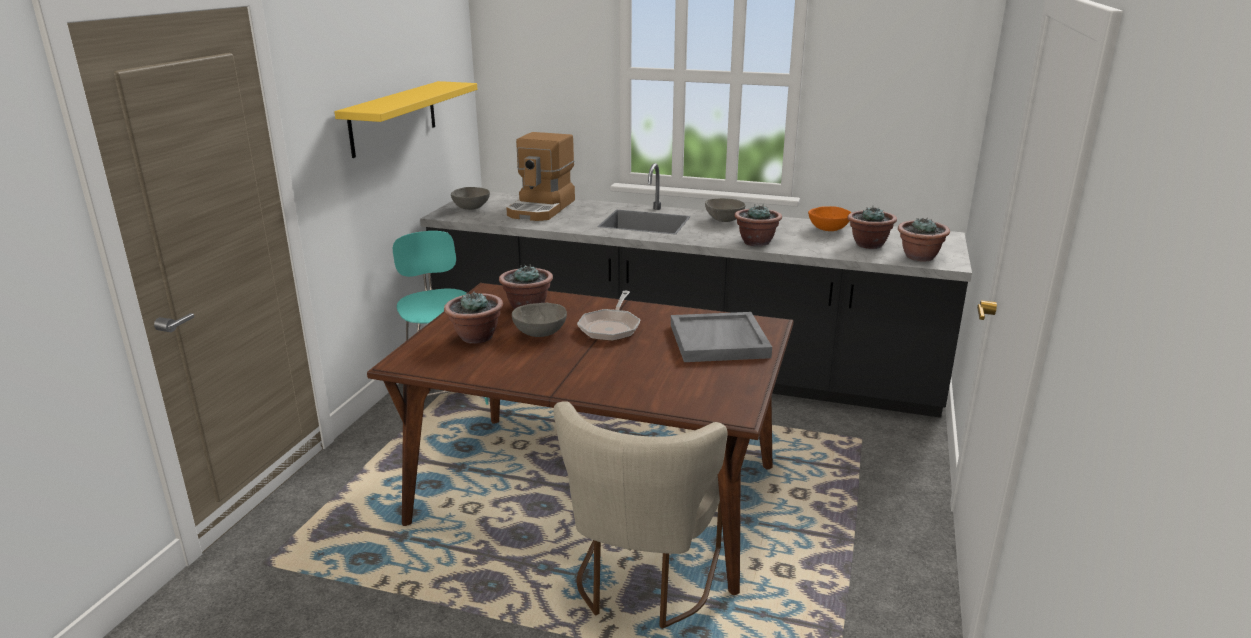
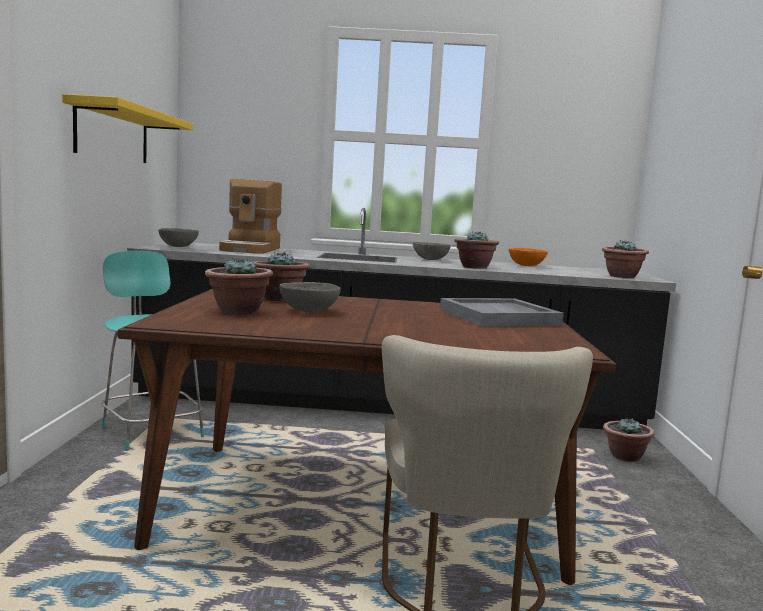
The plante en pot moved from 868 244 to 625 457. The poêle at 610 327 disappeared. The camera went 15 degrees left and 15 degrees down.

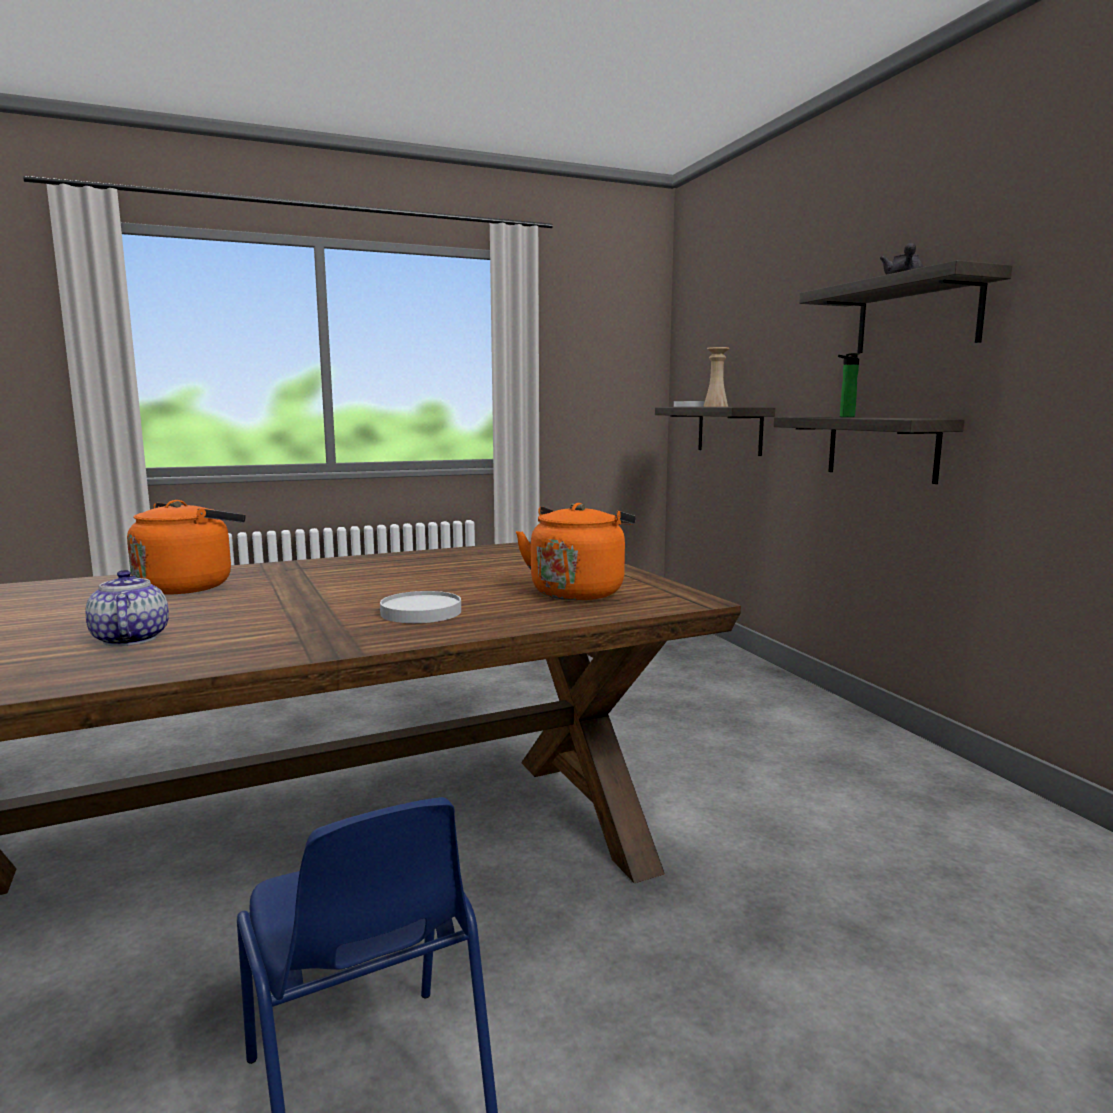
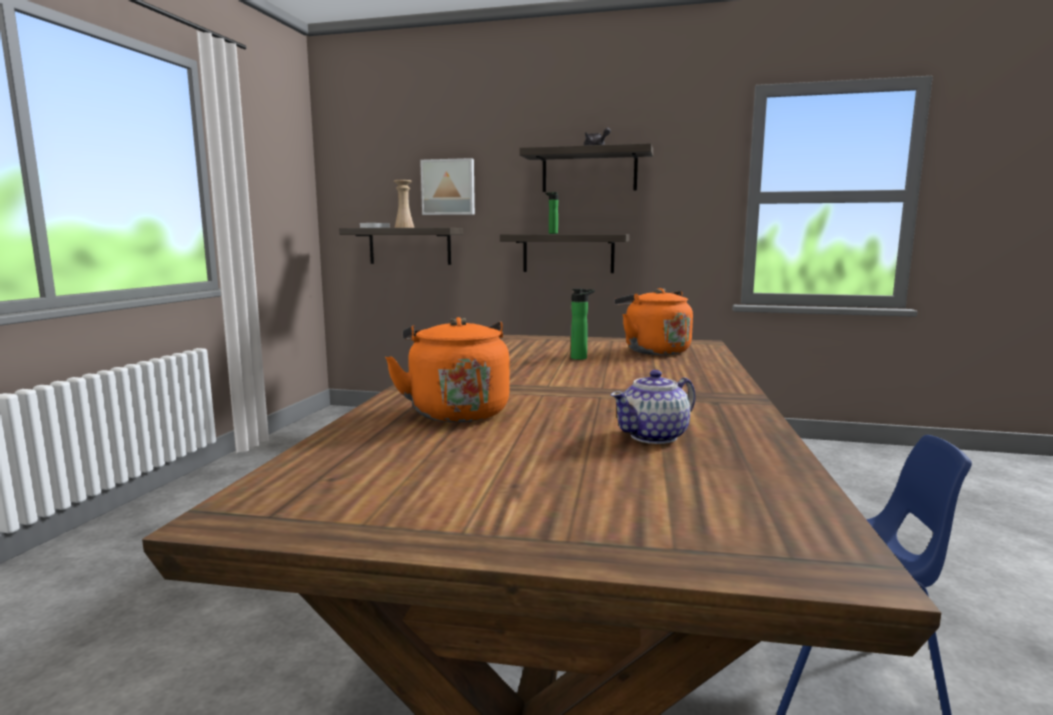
The théière at 129 639 turned 45 degrees counterclockwise. The assiette/blanc at 421 612 disappeared. The tableau at 448 187 appeared. The bouteille at 581 358 appeared. The camera went 55 degrees left and 0 degrees up.

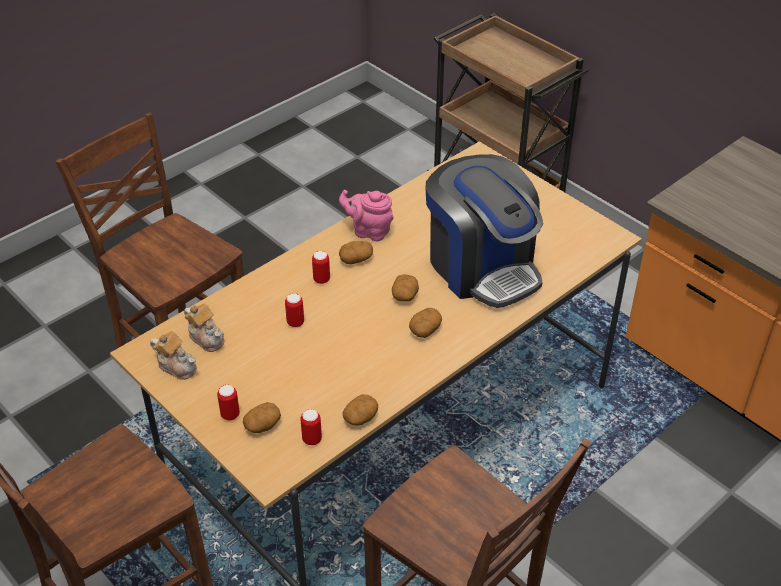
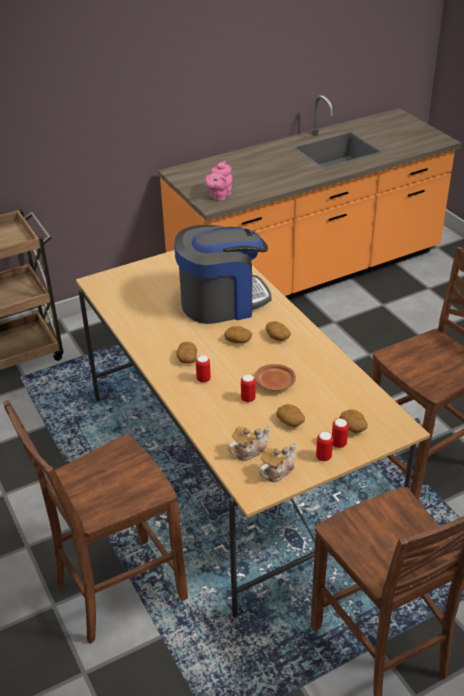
The théière/rose moved from 369 231 to 219 196. The pomme de terre moved from 360 417 to 291 421. The boîte métallique moved from 312 439 to 323 457. The assiette/marron at 275 383 appeared. The camera went 75 degrees left and 5 degrees down.

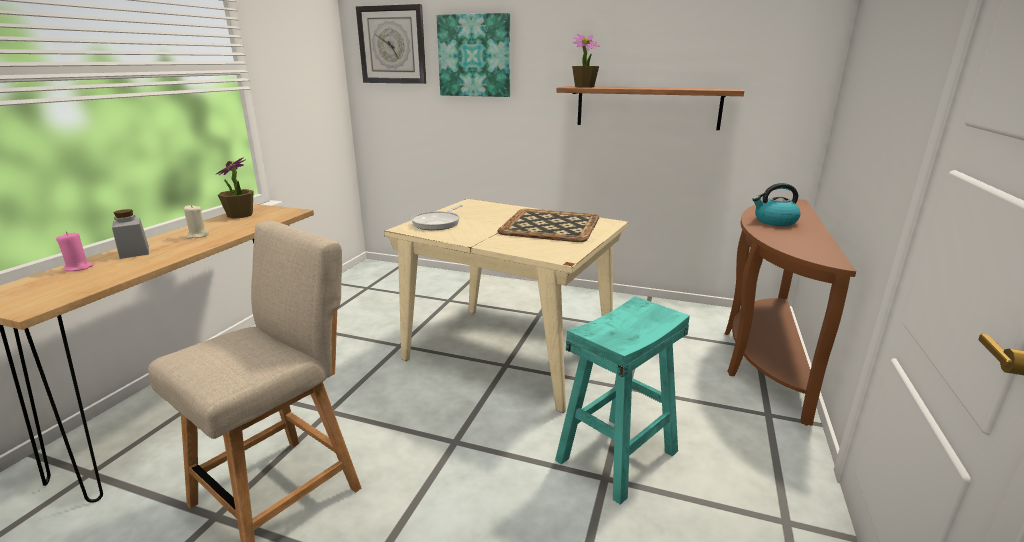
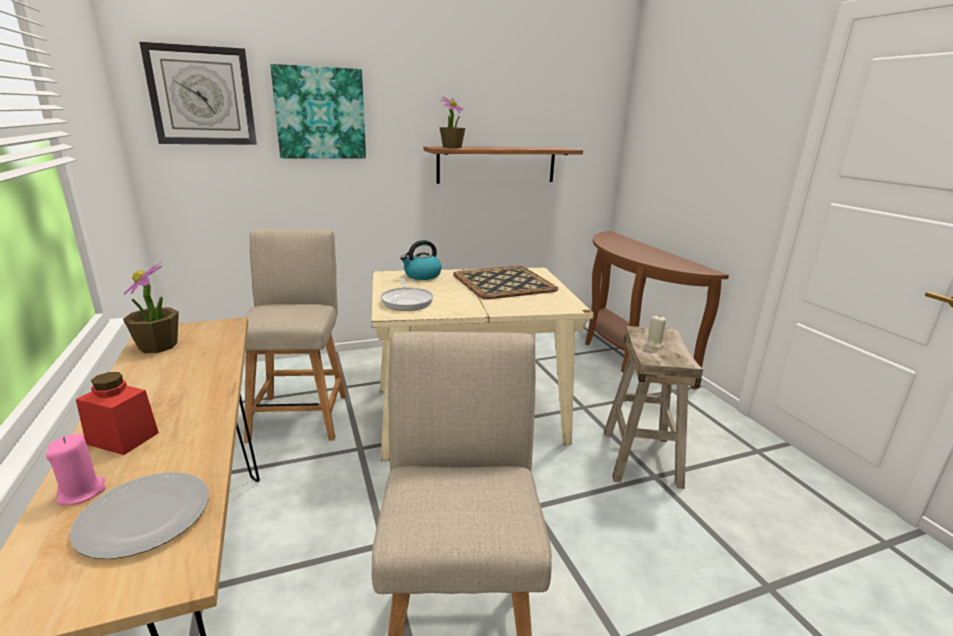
The bouilloire moved from 774 221 to 422 275. The bougie/beige moved from 198 235 to 654 344. The bocal/gris at 134 252 became the bocal/rouge at 123 438. The tabouret/turquoise at 617 456 became the tabouret/beige at 641 458. The chaise/beige at 301 414 appeared. The assiette at 144 518 appeared. The camera went 40 degrees left and 0 degrees up.

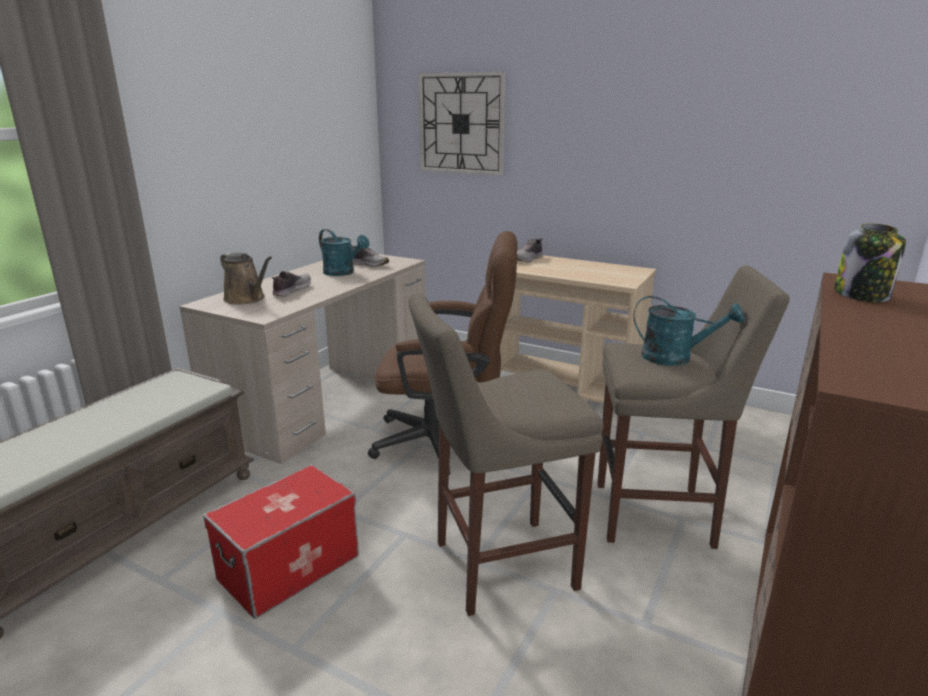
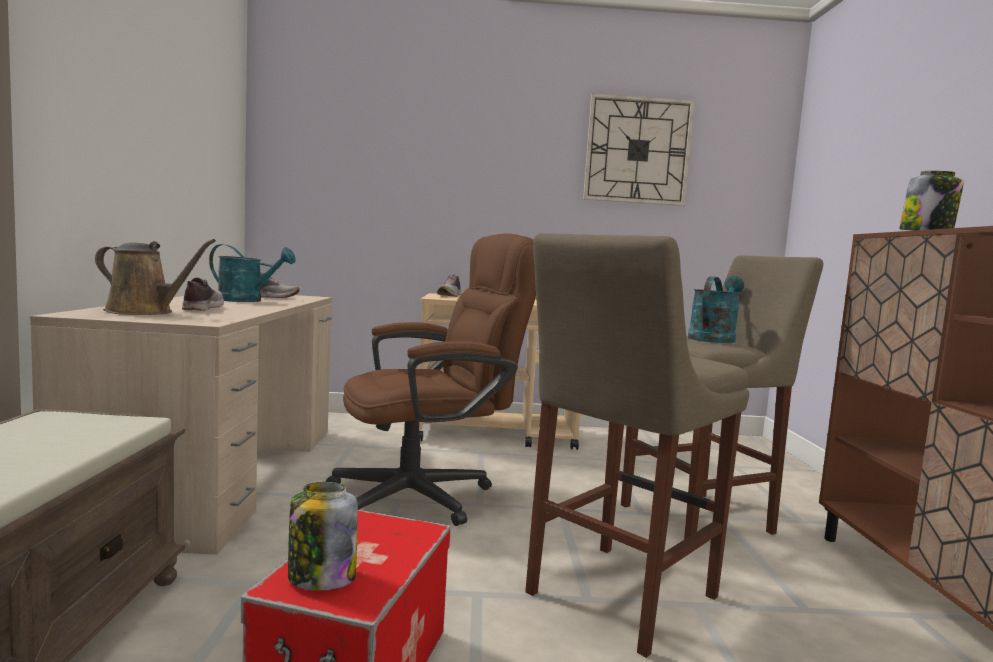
The horloge murale moved from 461 123 to 637 150. The arrosoir/turquoise at 675 358 turned 45 degrees counterclockwise. The bocal at 320 577 appeared. The camera went 30 degrees left and 15 degrees down.

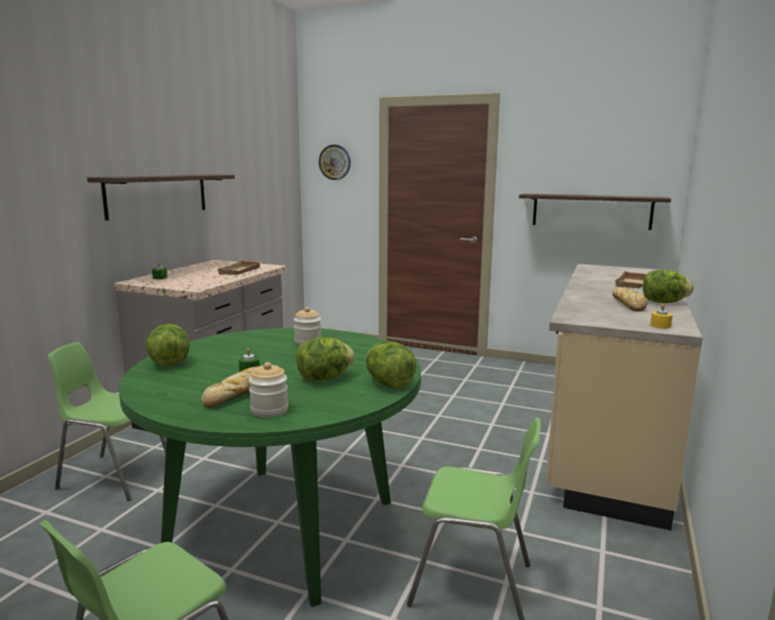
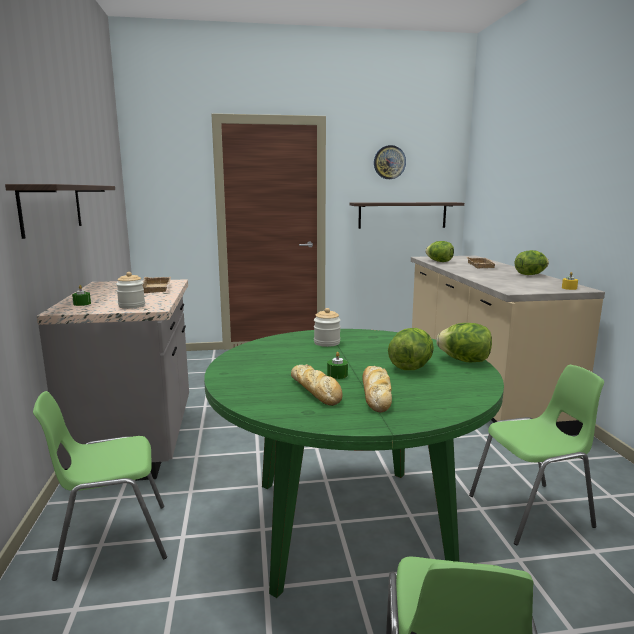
The horloge murale moved from 335 162 to 389 162. The pain moved from 628 304 to 316 391. The laitue moved from 169 363 to 439 261. The bocal moved from 269 410 to 131 306. The camera went 30 degrees left and 0 degrees up.

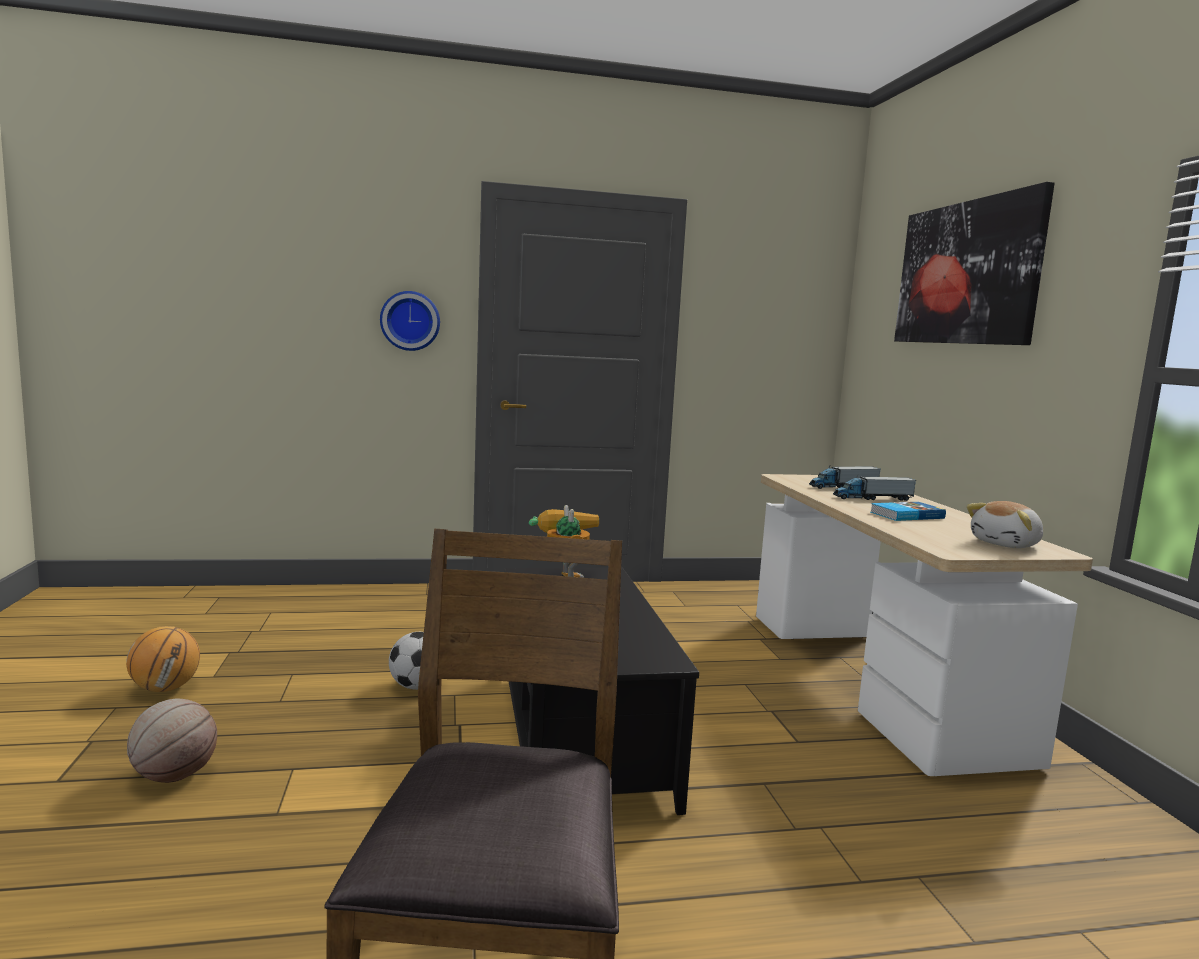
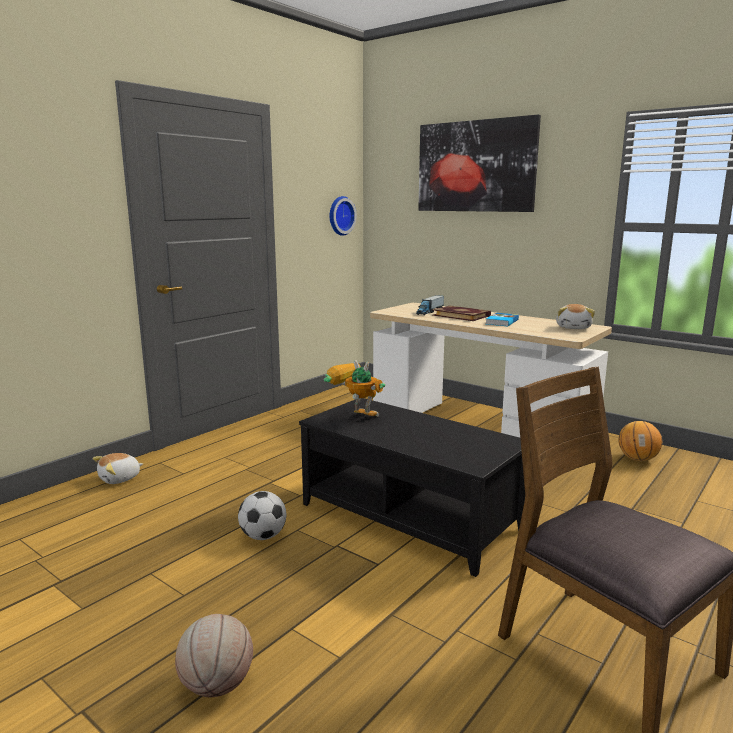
The horloge murale moved from 410 321 to 340 215. The camion jouet at 873 498 was replaced by the livre at 461 315. The ballon de basket moved from 166 688 to 637 459. The peluche at 120 479 appeared. The camera went 40 degrees left and 5 degrees up.

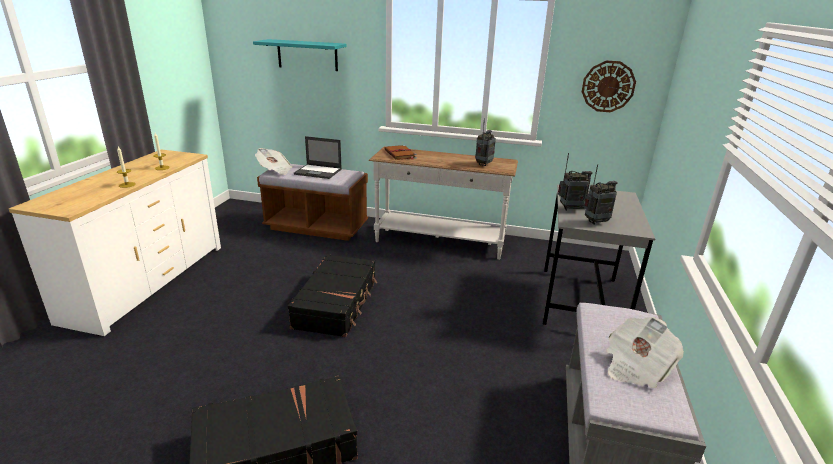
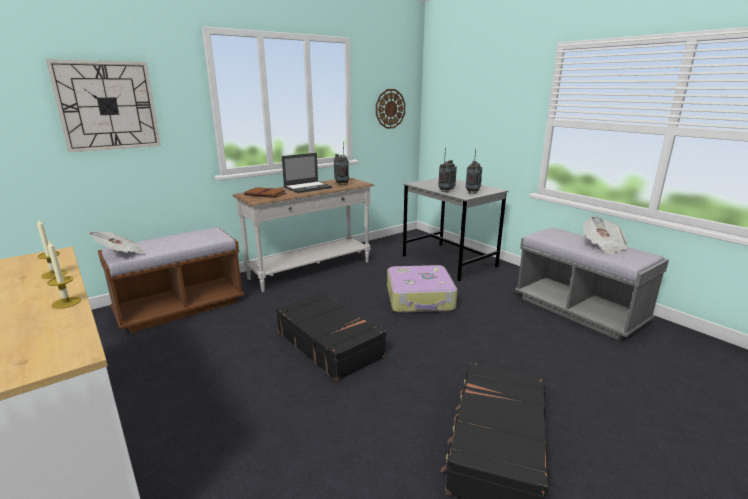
The étagère/turquoise at 307 55 was replaced by the horloge murale at 107 106. The ordinateur portable moved from 318 172 to 308 187. The valise at 420 298 appeared. The camera went 50 degrees left and 5 degrees down.

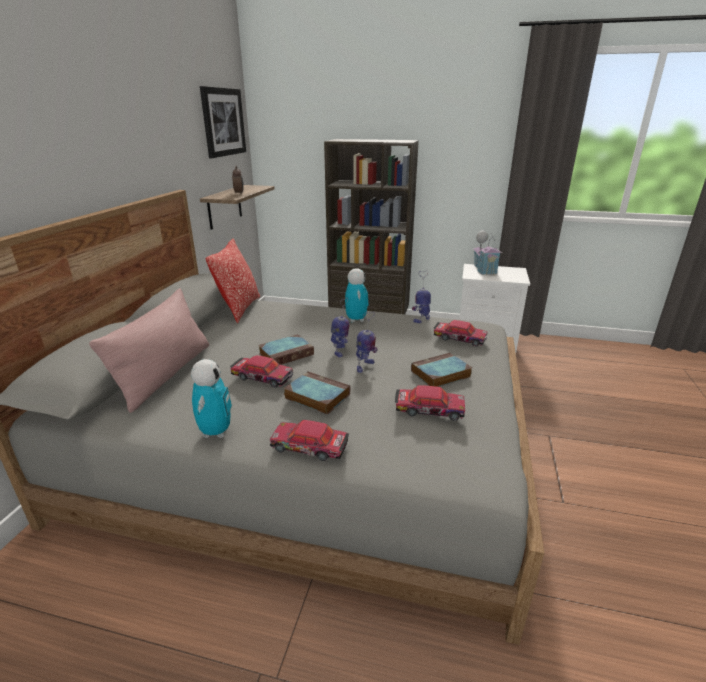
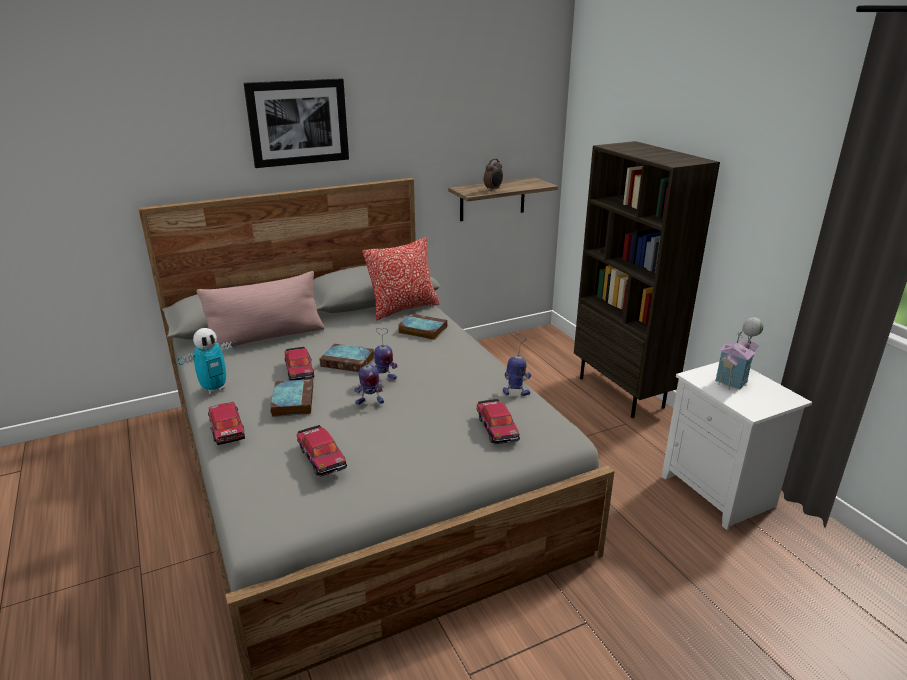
The tableau moved from 223 122 to 298 122. The robot jouet at 356 319 disappeared. The livre moved from 440 374 to 421 330. The camera went 50 degrees right and 0 degrees up.

